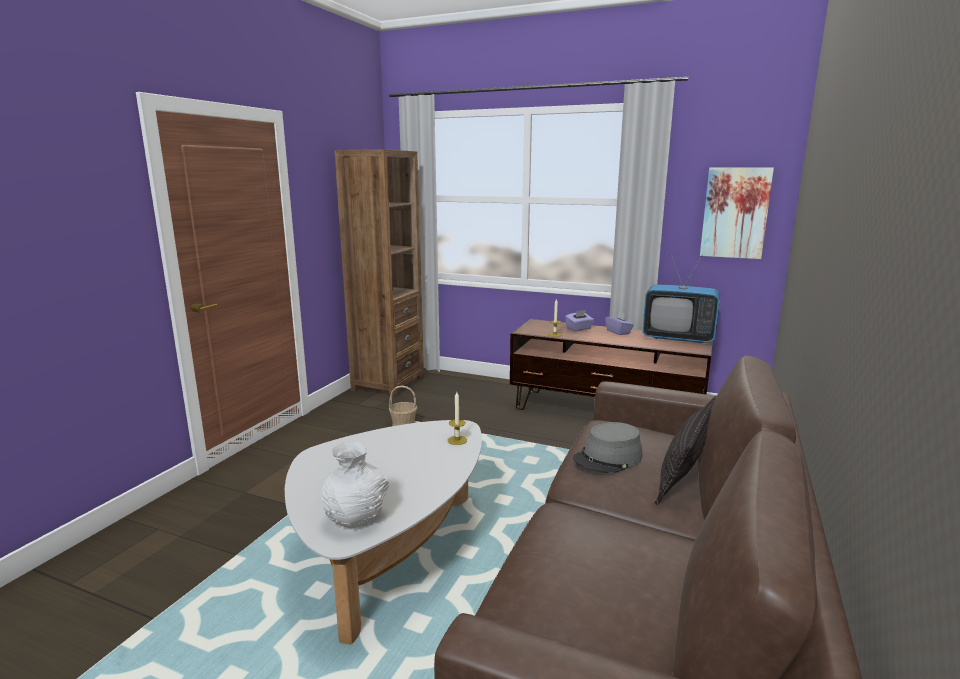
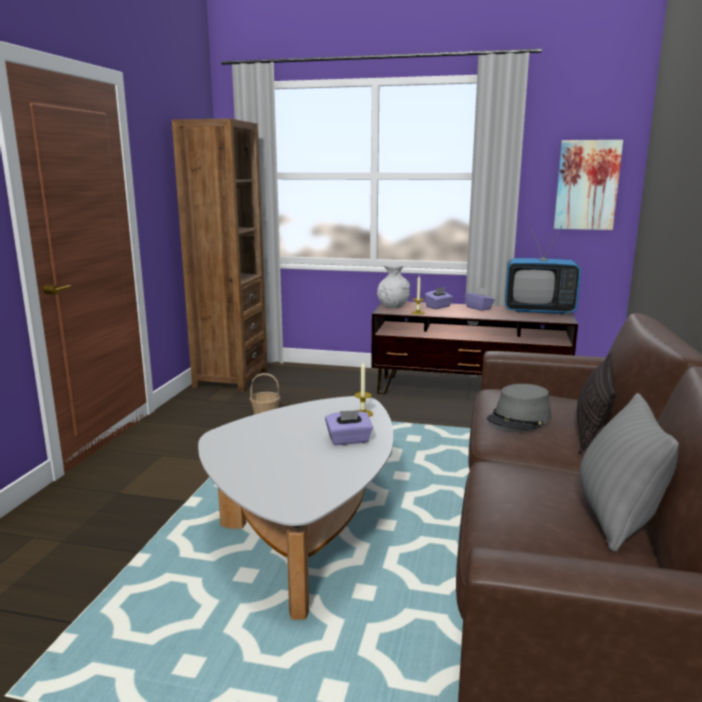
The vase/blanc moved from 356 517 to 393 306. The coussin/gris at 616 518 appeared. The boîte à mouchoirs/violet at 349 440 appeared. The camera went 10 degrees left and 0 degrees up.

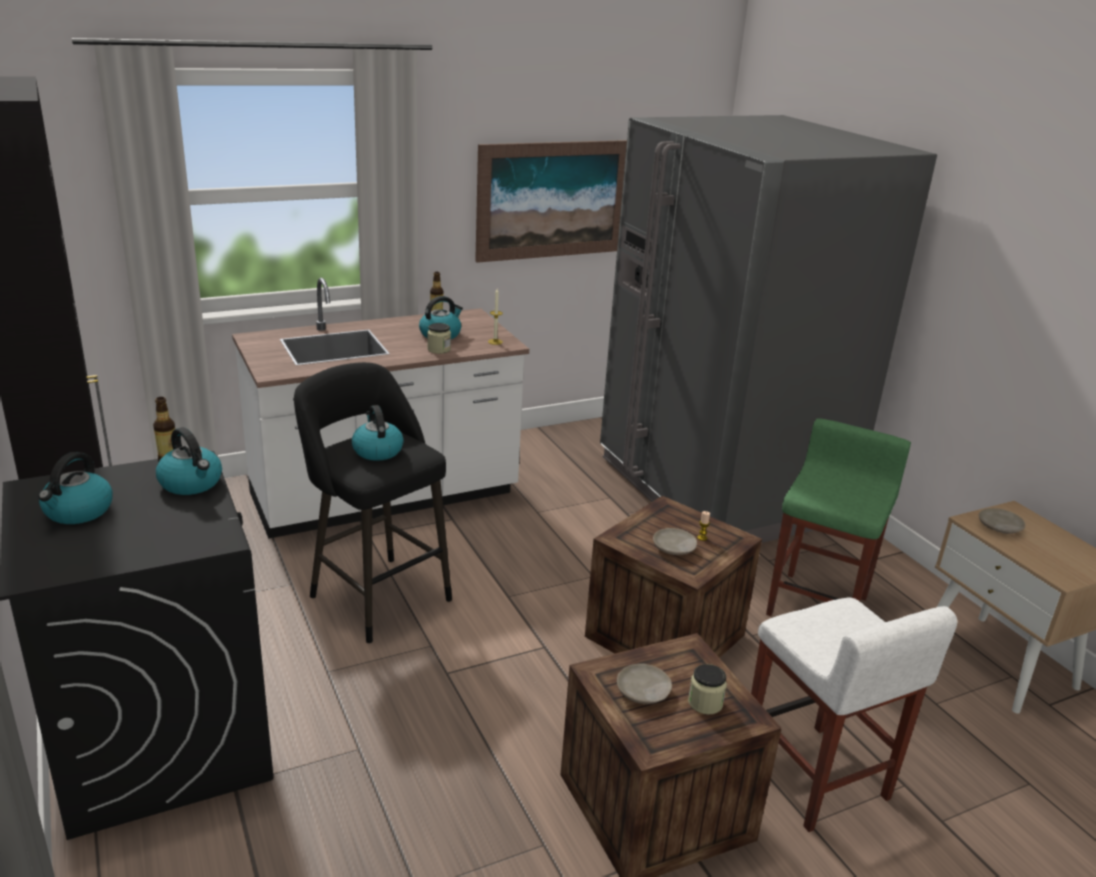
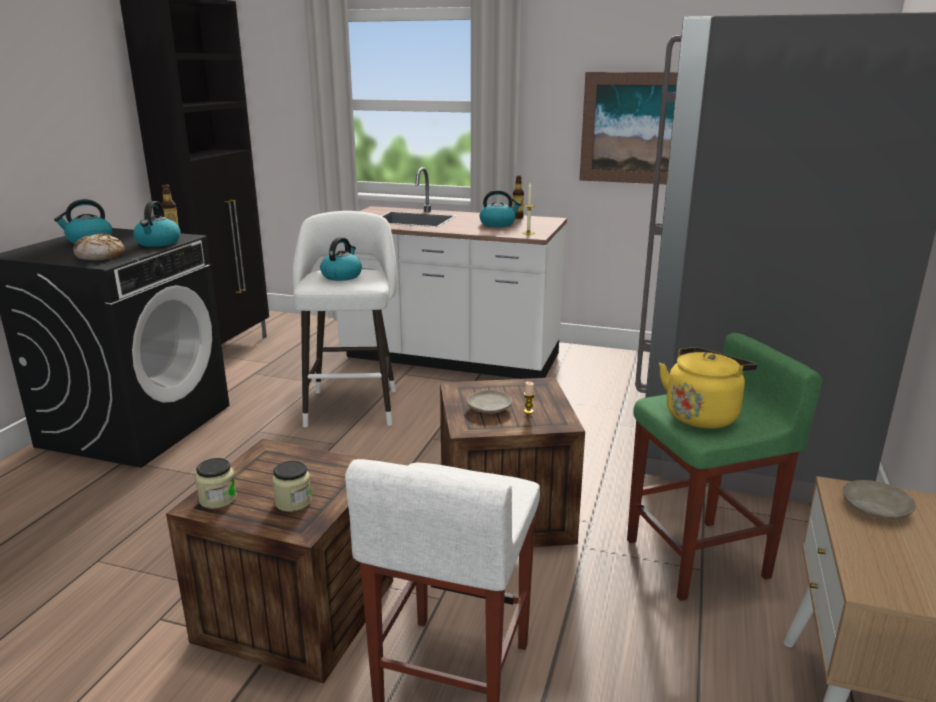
The bocal moved from 439 349 to 218 499. The tabouret/noir at 375 594 became the tabouret/blanc at 352 405. The assiette/beige at 643 692 disappeared. The pain at 100 256 appeared. The bouilloire/jaune at 702 415 appeared. The camera went 45 degrees right and 5 degrees down.

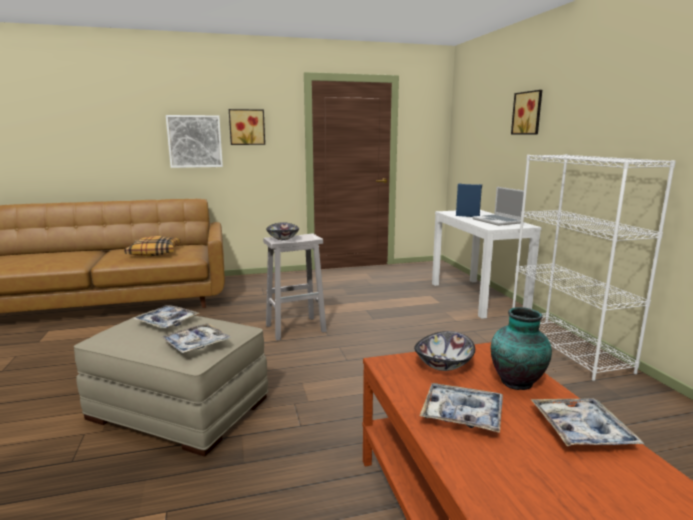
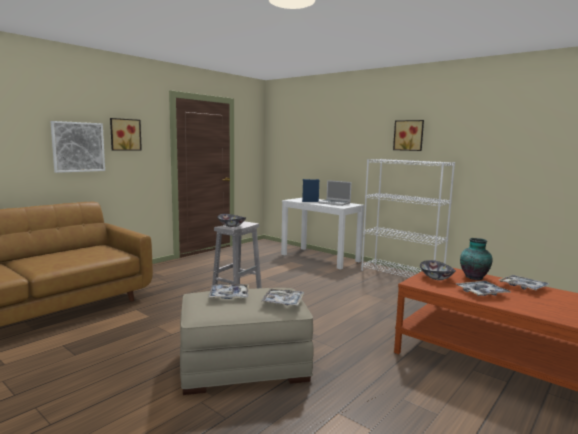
The tableau moved from 528 113 to 409 135. The coussin at 154 252 disappeared. The camera went 35 degrees left and 5 degrees down.

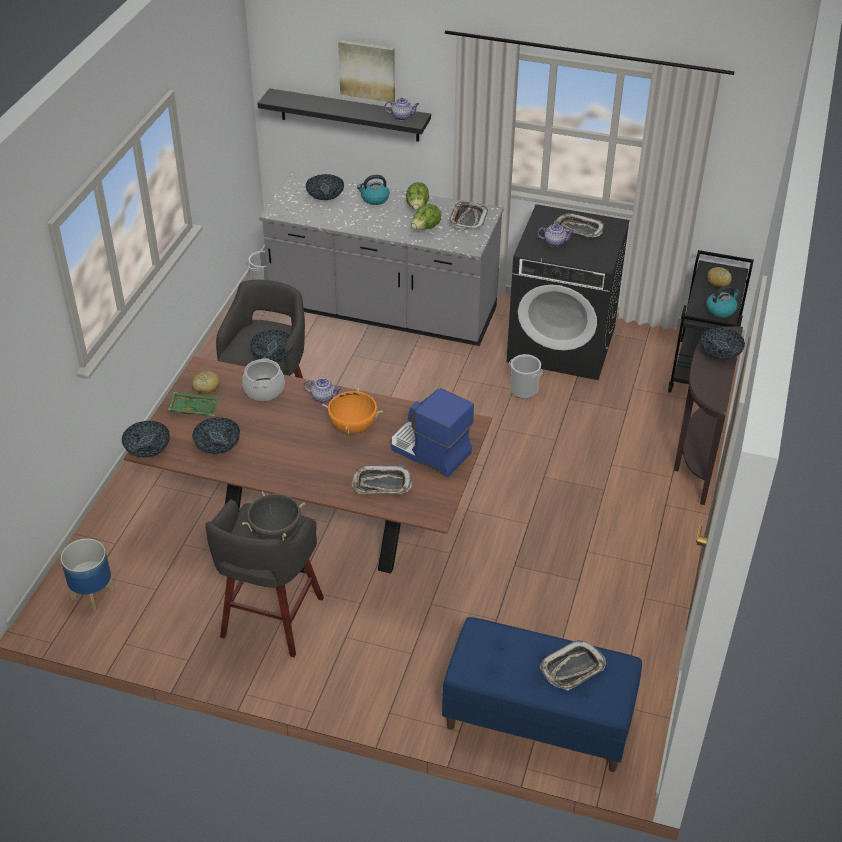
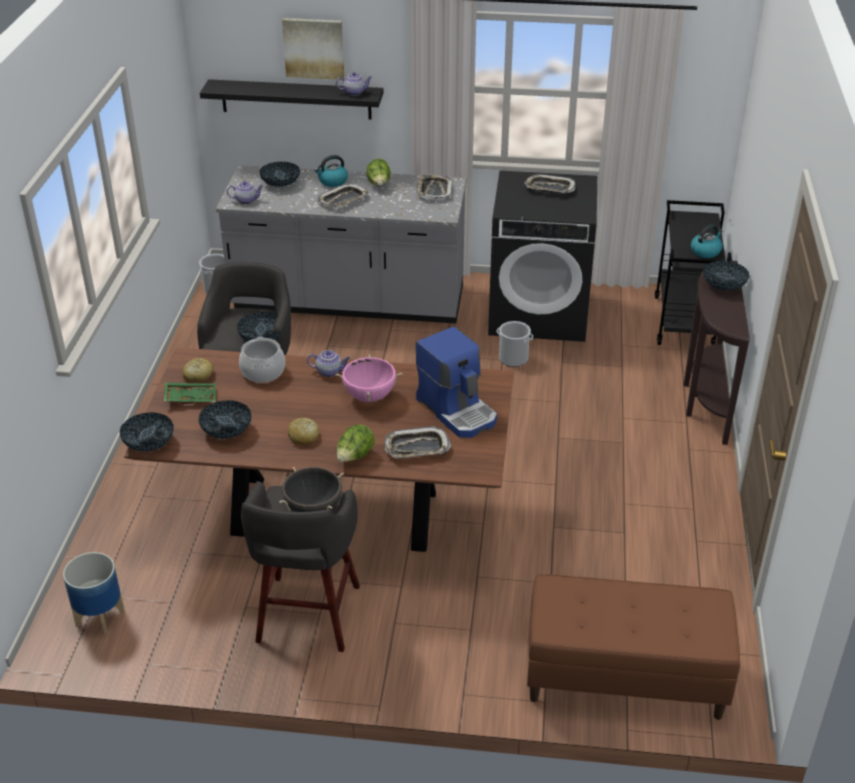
The laitue moved from 425 228 to 355 457. The théière moved from 555 242 to 246 200. The pain moved from 718 281 to 303 436. The marmite/orange at 353 427 became the marmite/rose at 369 396. The machine à café at 429 451 turned 150 degrees counterclockwise. The banc/bleu at 537 720 became the banc/marron at 624 678. The plateau moved from 572 669 to 343 200. The camera went 10 degrees left and 5 degrees down.

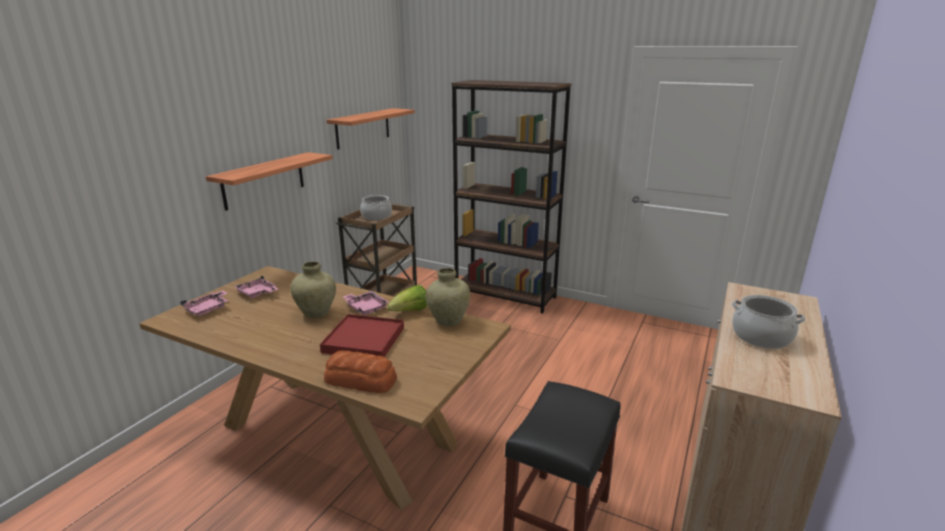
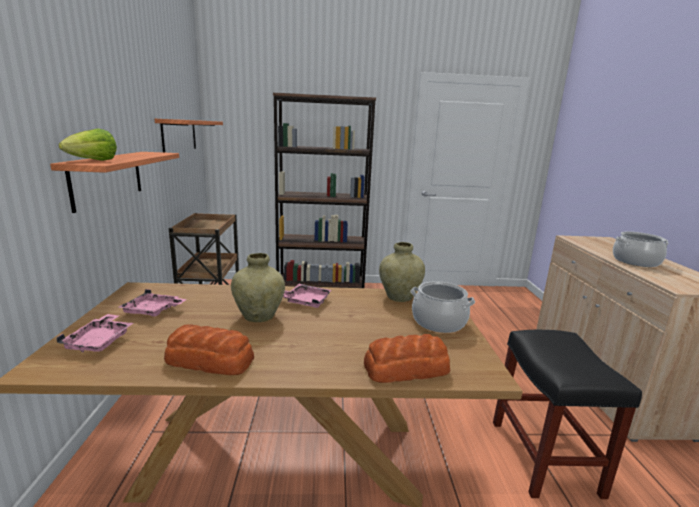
The marmite moved from 376 217 to 438 322. The laitue moved from 410 312 to 93 161. The plateau/rouge at 364 340 disappeared. The pain at 210 361 appeared. The camera went 30 degrees left and 5 degrees down.

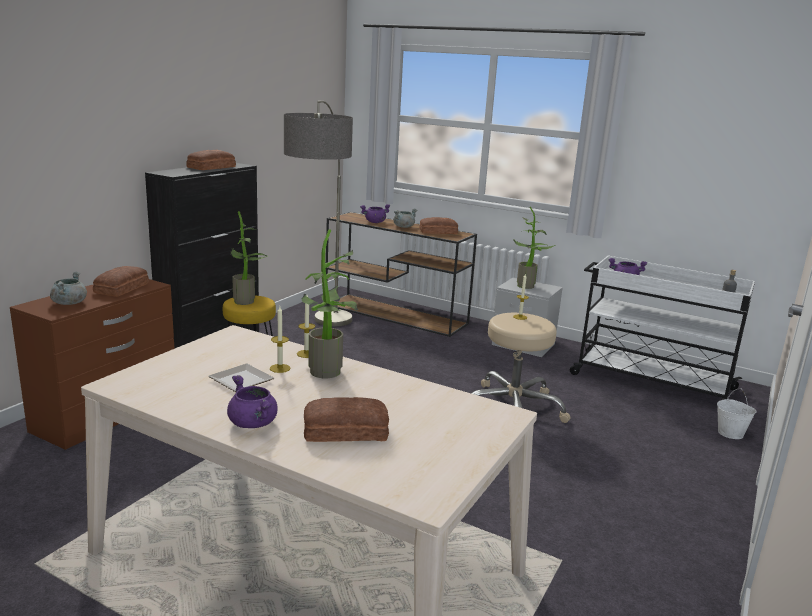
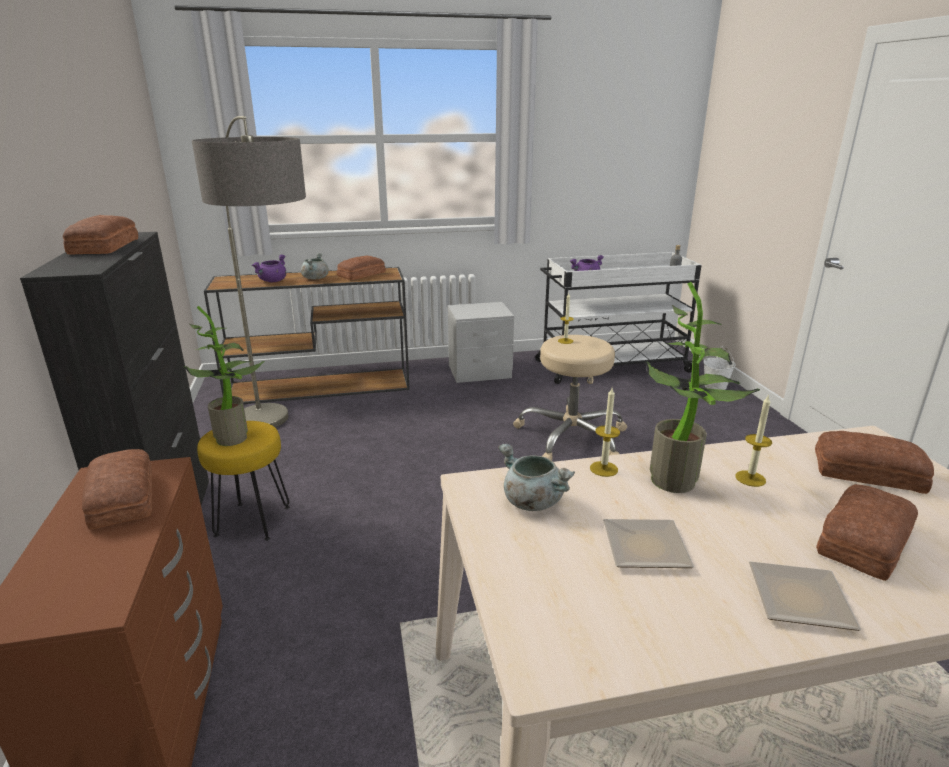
The plante en pot at 528 286 disappeared. The marmite/gris moved from 69 303 to 531 501. The bougie moved from 280 368 to 750 478. The marmite/violet at 254 424 was replaced by the assiette at 801 597. The pain at 866 471 appeared. The camera went 40 degrees left and 5 degrees up.

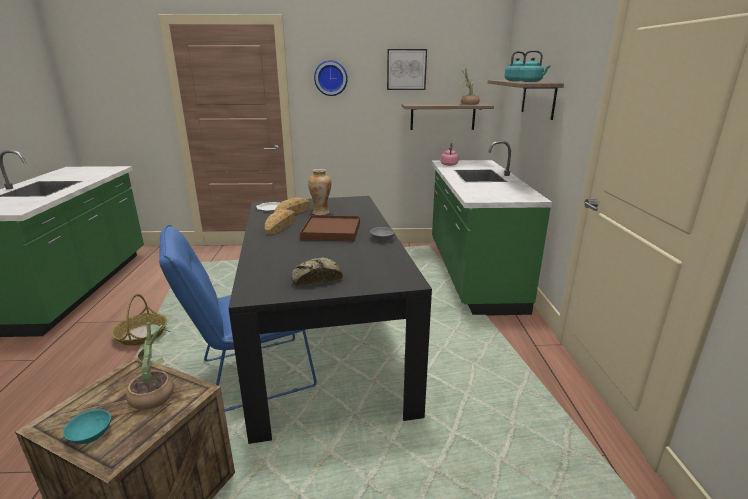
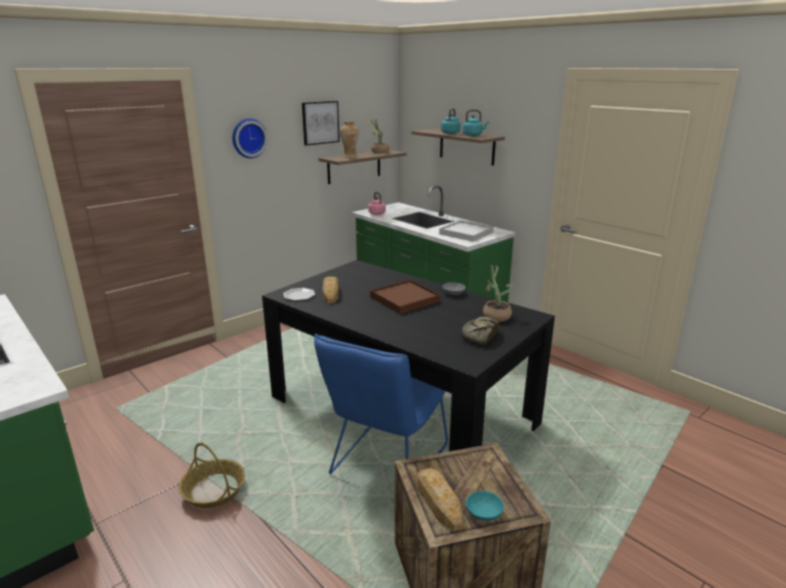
The vase moved from 321 213 to 350 157. The pain moved from 280 226 to 438 501. The plante en pot moved from 156 393 to 494 315. The plateau/blanc at 466 233 appeared. The camera went 40 degrees left and 0 degrees up.

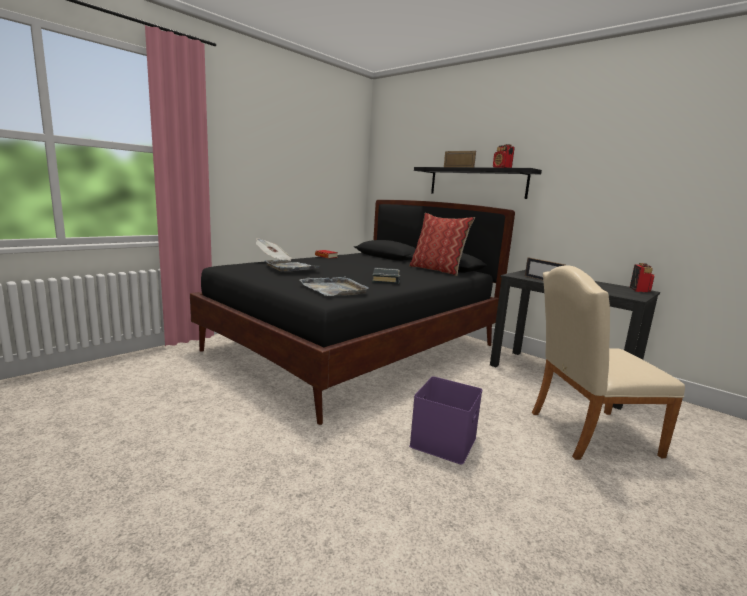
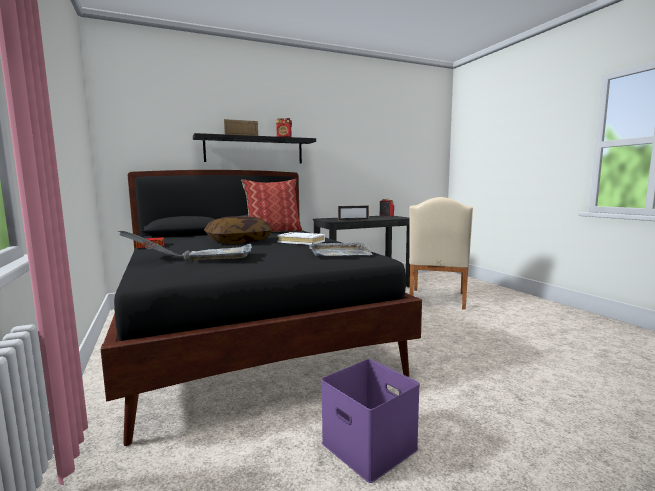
The livre/noir at 386 279 became the livre/blanc at 301 242. The boîte de rangement/violet moved from 444 443 to 371 446. The coussin at 238 242 appeared. The camera went 65 degrees left and 5 degrees down.

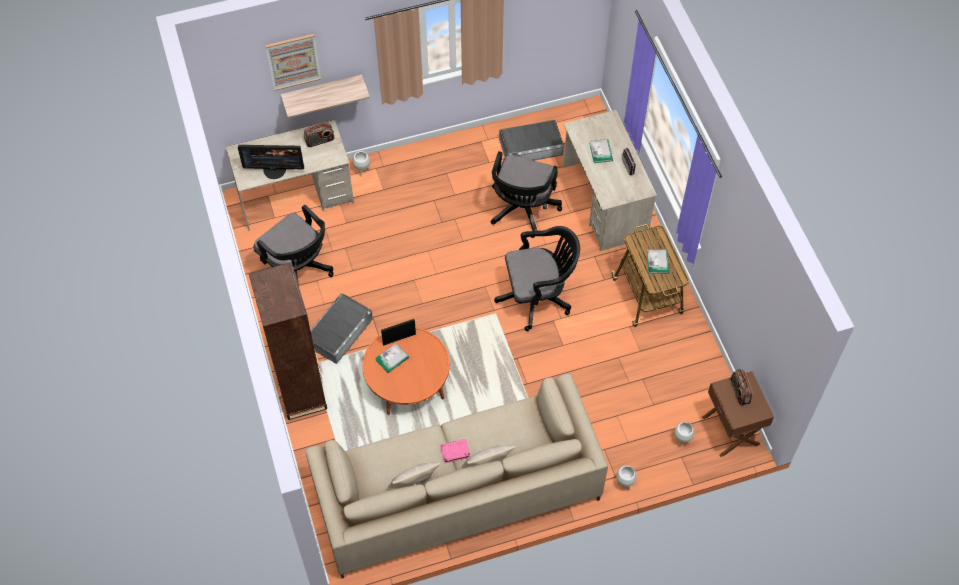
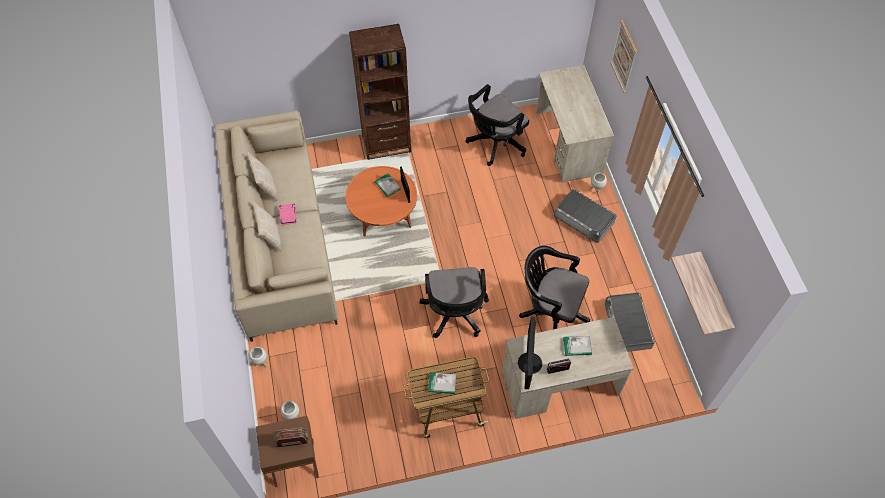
The étagère moved from 322 92 to 713 294. The radio at 319 141 disappeared. The écran d'ordinateur moved from 274 169 to 529 363. The boîte de rangement/gris moved from 339 332 to 584 219. The camera went 95 degrees right and 0 degrees up.

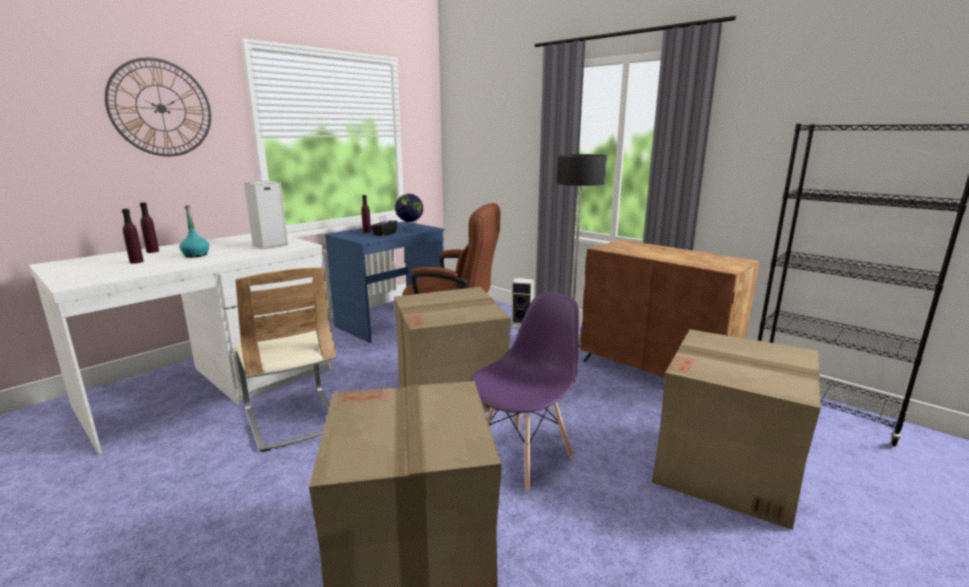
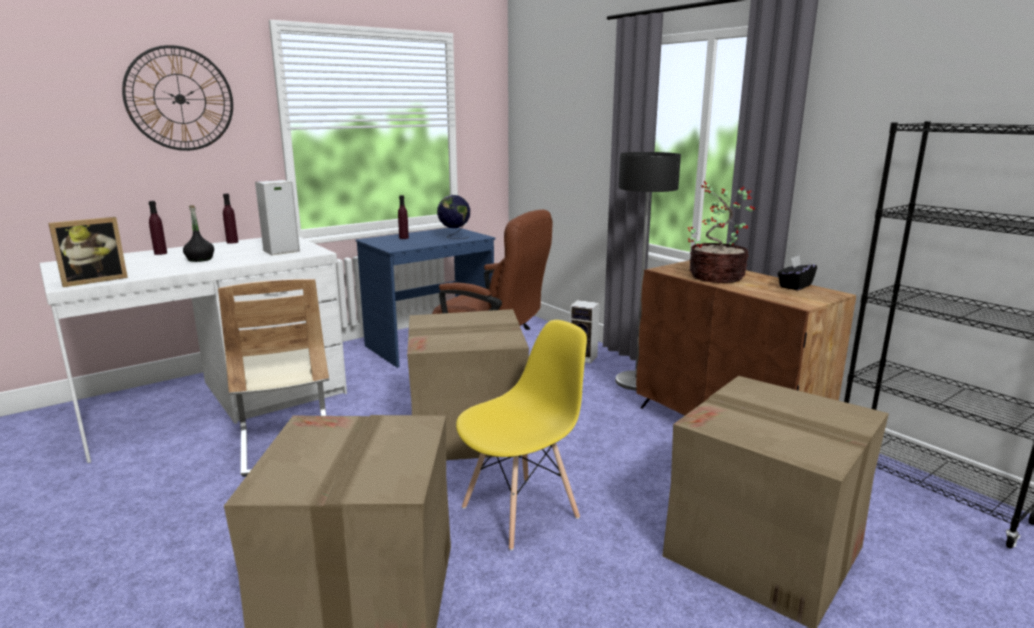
The bouteille/turquoise at 196 255 became the bouteille/noir at 200 259. The bouteille/violet moved from 136 262 to 232 242. The boîte à mouchoirs/noir moved from 384 234 to 794 286. The chaise/violet at 523 458 became the chaise/jaune at 521 512. The plante en pot at 714 277 appeared. The cadre photo at 94 280 appeared. The camera went 10 degrees right and 0 degrees up.

